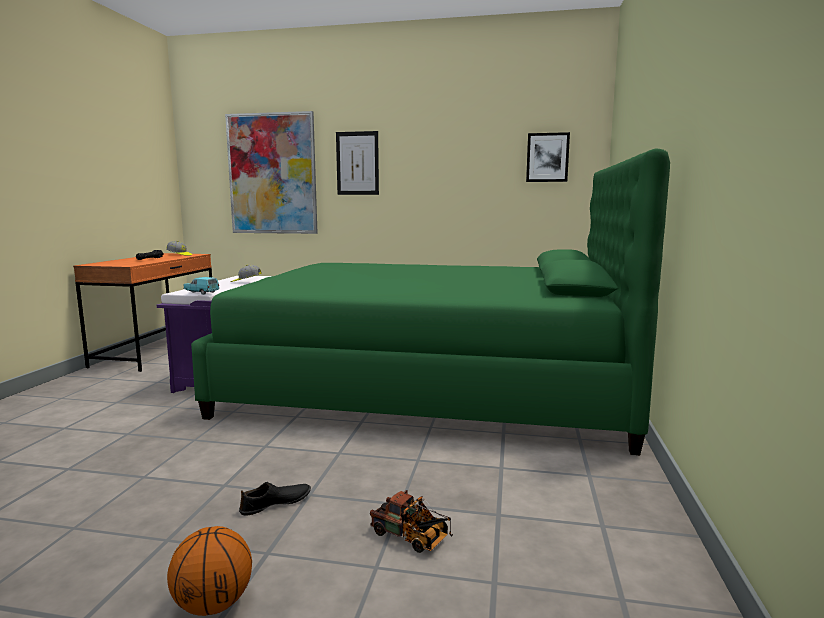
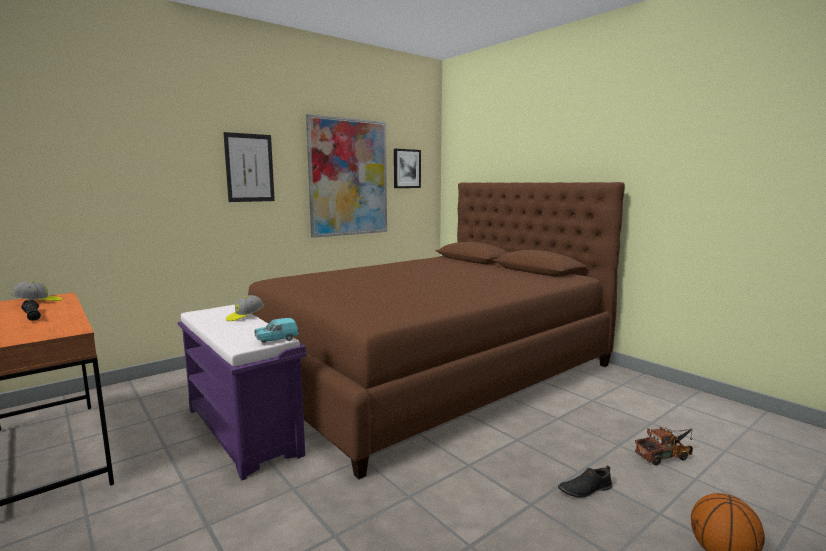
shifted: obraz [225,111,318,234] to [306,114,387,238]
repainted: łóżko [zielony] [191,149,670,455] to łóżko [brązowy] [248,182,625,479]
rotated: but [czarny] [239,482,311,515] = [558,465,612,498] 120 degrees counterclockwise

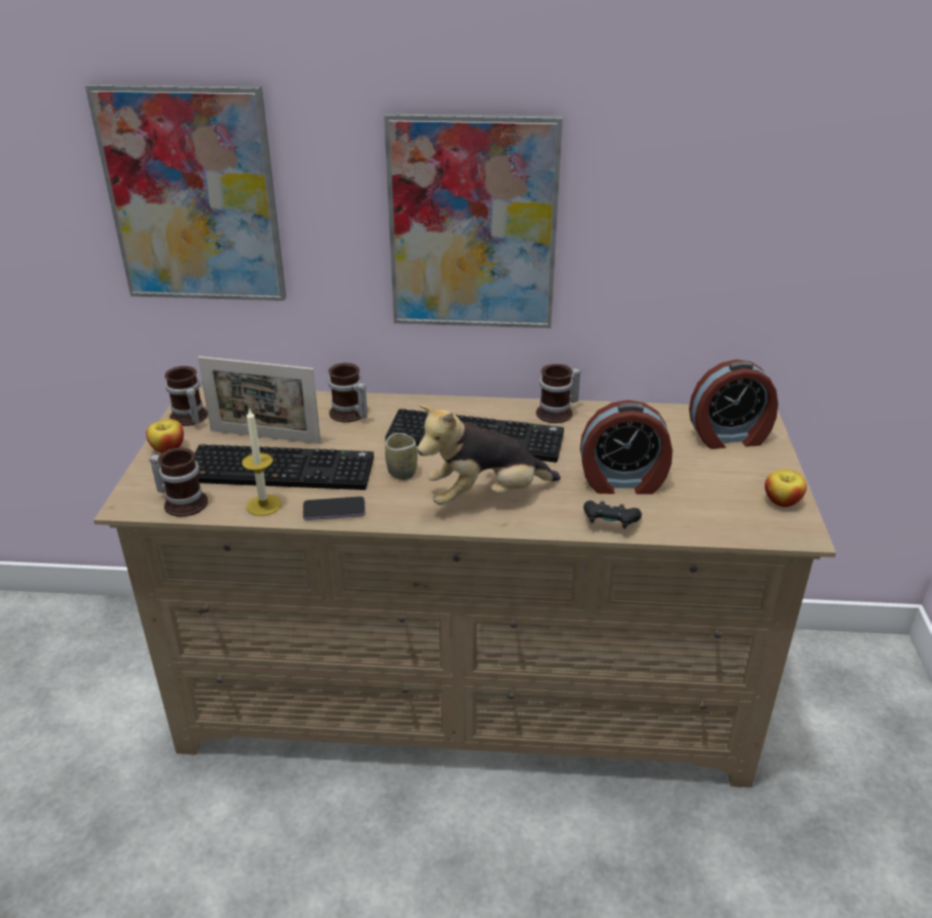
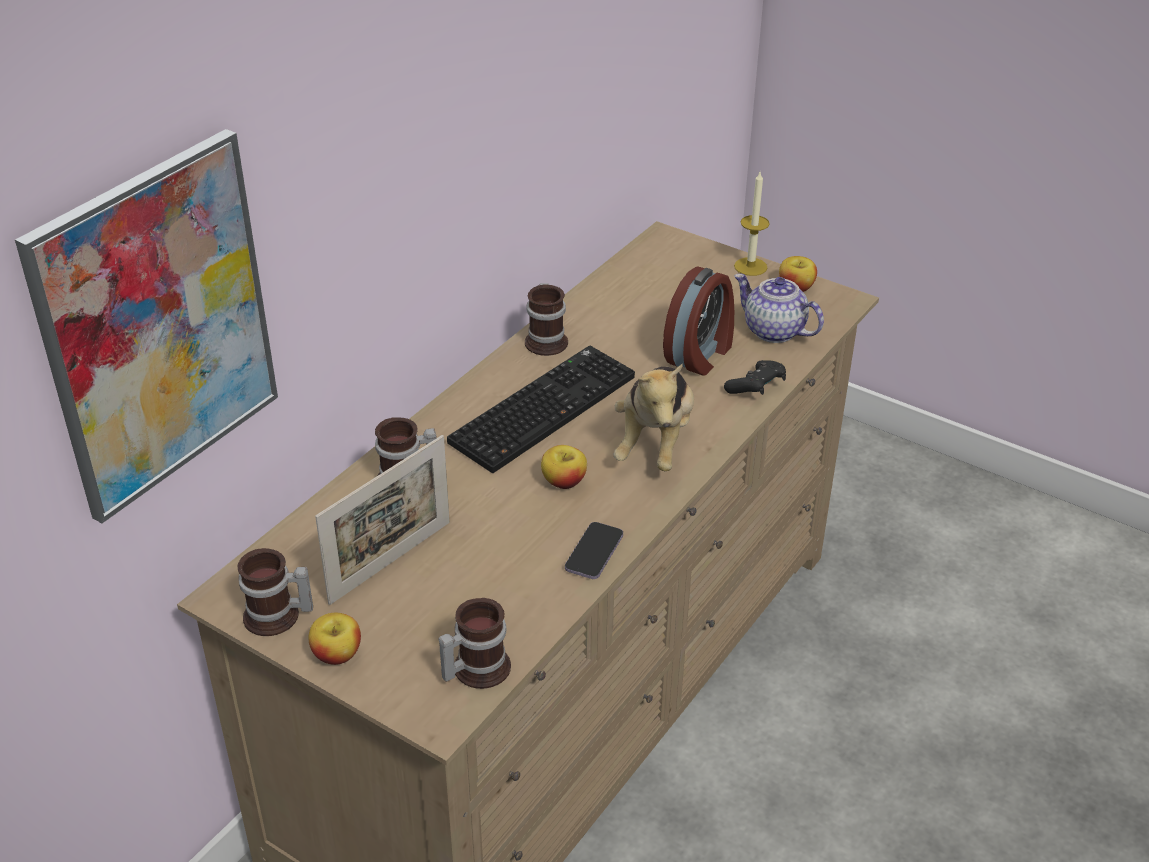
gone: klawiatura [195,444,374,490]; obraz [384,113,563,328]; budzik [689,359,778,449]
new: imbryk [734,274,824,343]
shifted: świeca [242,407,282,516] to [734,172,770,276]
swapped: filiżanka [385,433,418,480] to jabłko [541,445,587,489]

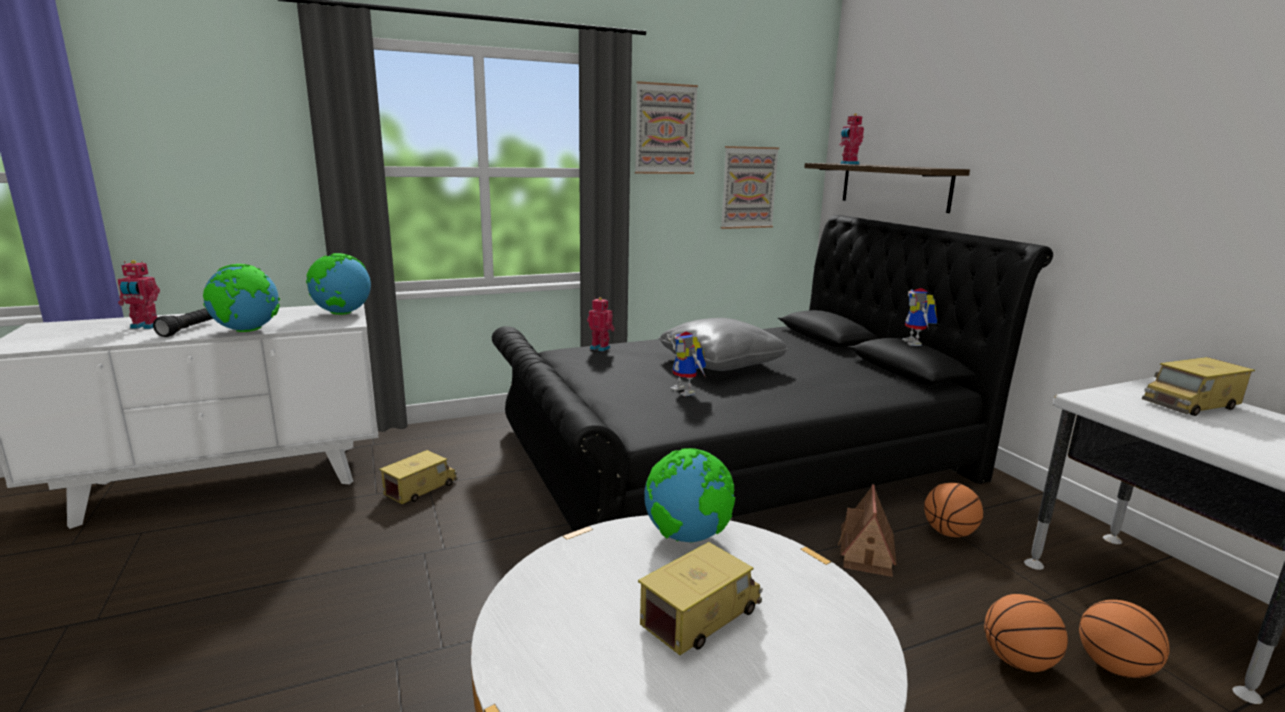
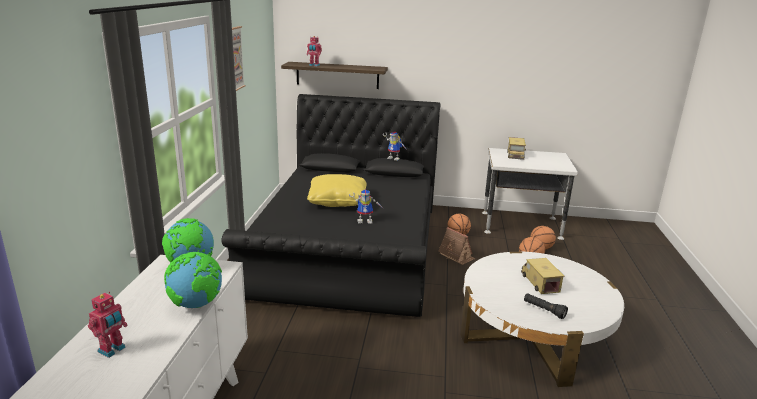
gone: ciężarówka zabawkowa [379,450,458,504]; robot zabawkowy [587,297,615,352]; globus [644,448,735,542]; obraz [721,146,779,229]
shifted: latarka [czarny] [153,308,213,337] to [524,293,568,319]
repainted: poduszka [szary] [658,318,788,371] to poduszka [żółty] [307,174,366,207]

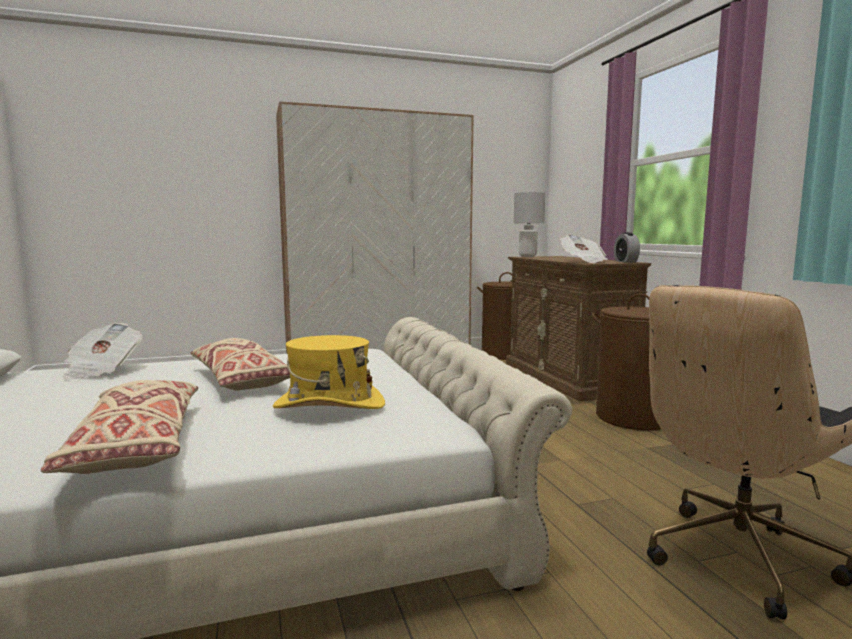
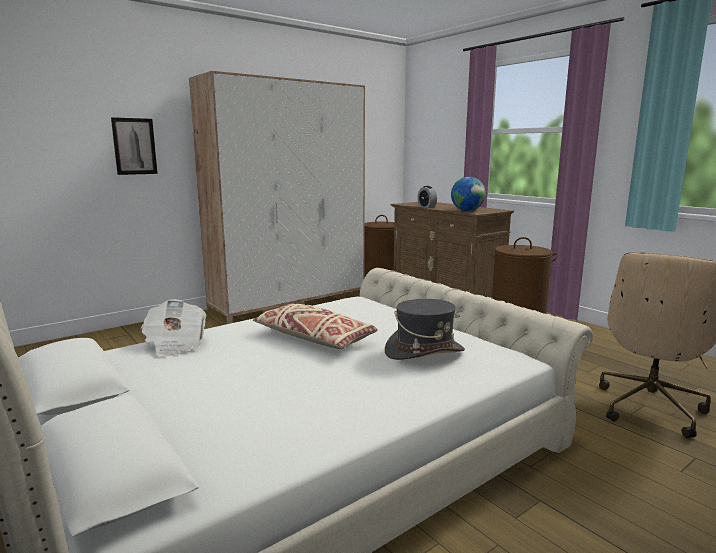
gone: poduszka [beżowy] [41,380,198,474]; lampa stołowa [szary] [514,192,545,257]
new: obraz [111,117,158,175]
shifted: budzik [614,232,640,263] to [417,186,437,208]
swapped: gazeta [560,235,607,263] to globus [451,177,486,211]
repainted: kapelusz [żółty] [273,335,385,409] to kapelusz [szary] [385,299,465,360]

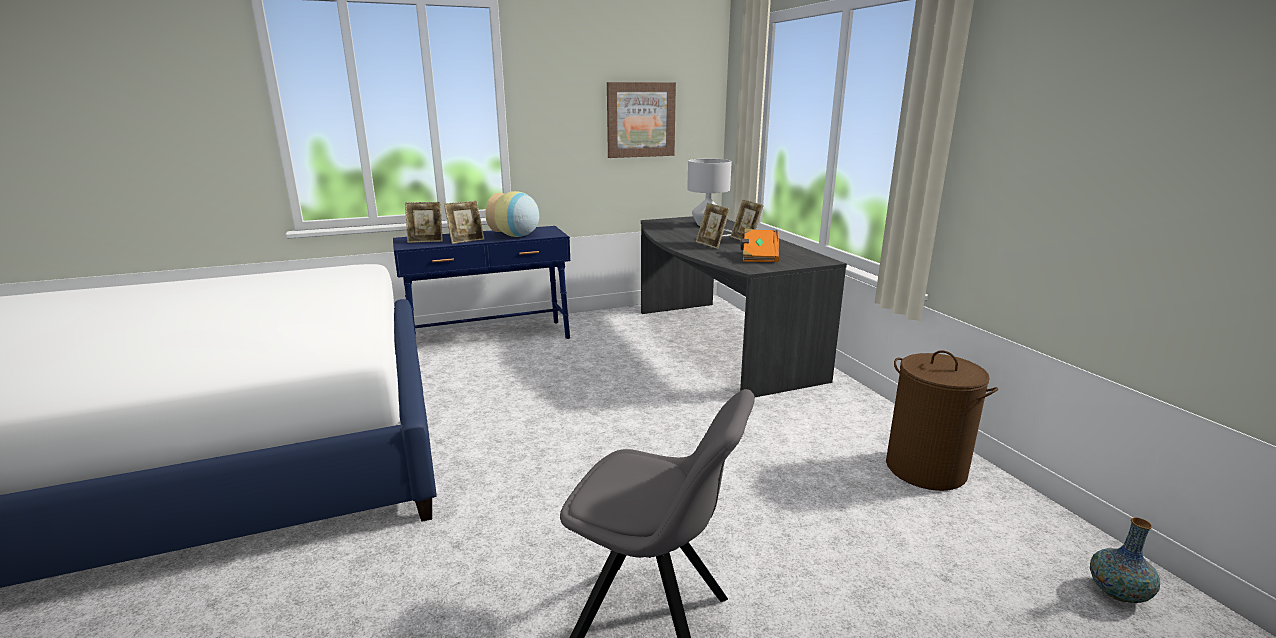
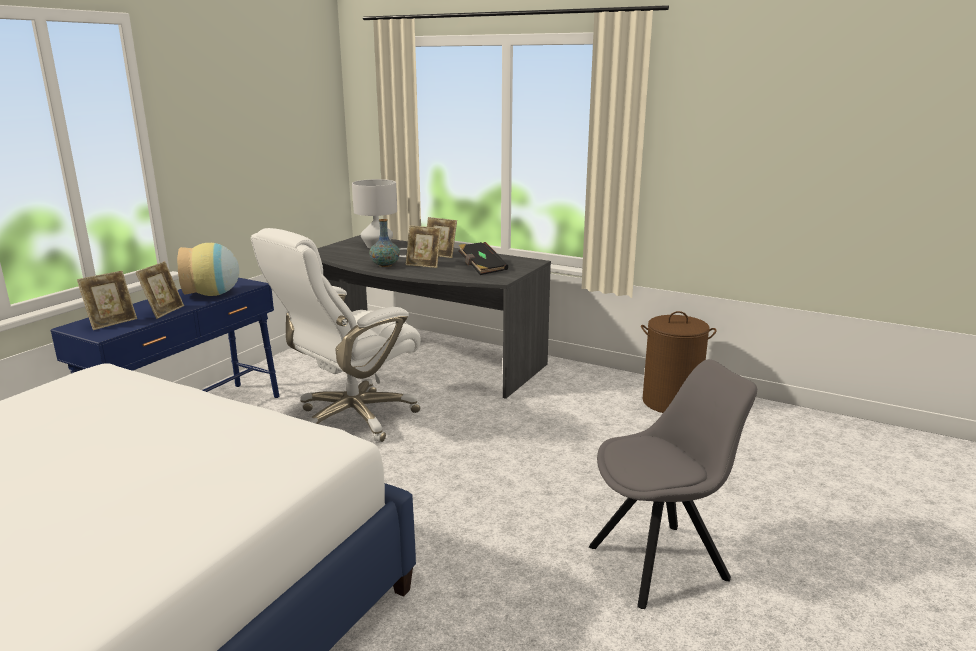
gone: obraz [607,82,676,158]
new: krzesło biurowe [biały] [251,228,421,442]
shifted: wazon [1090,517,1160,603] to [369,219,400,267]
repainted: książka [pomarańczowy] [741,228,779,262] to książka [czarny] [459,242,508,275]

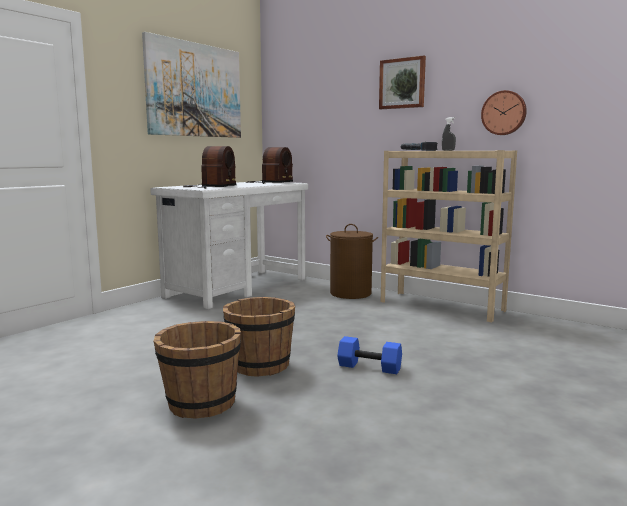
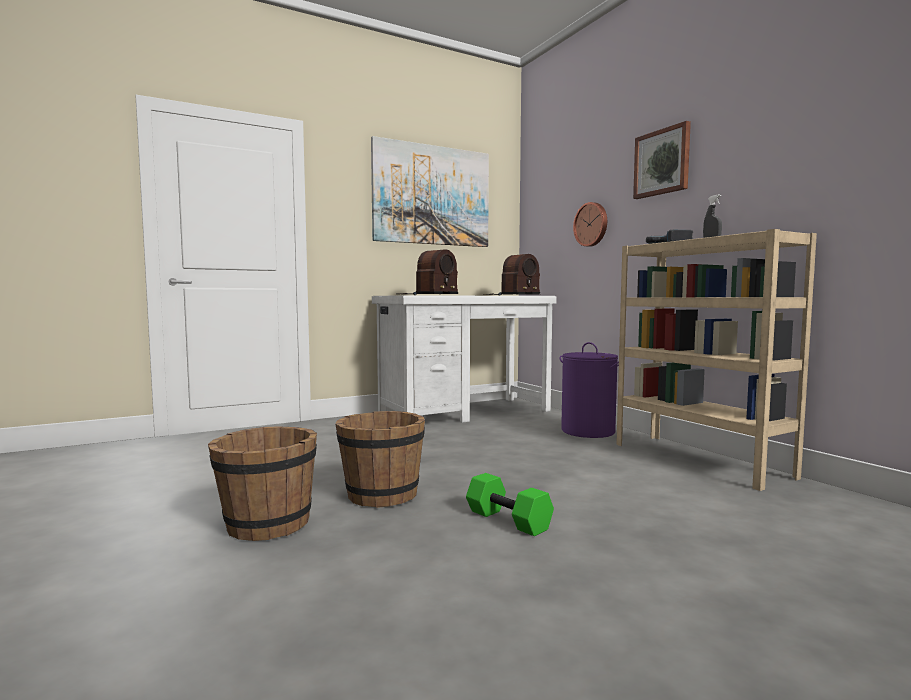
shifted: zegar ścienny [481,90,527,135] to [573,202,607,247]
repainted: kosz na pranie [brązowy] [326,224,378,299] to kosz na pranie [fioletowy] [560,342,619,438]; hantel [niebieski] [337,336,402,374] to hantel [zielony] [466,473,554,536]

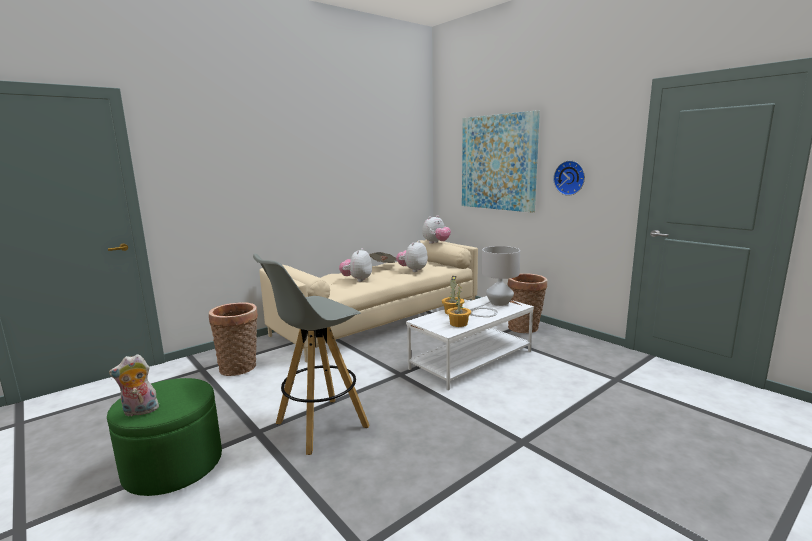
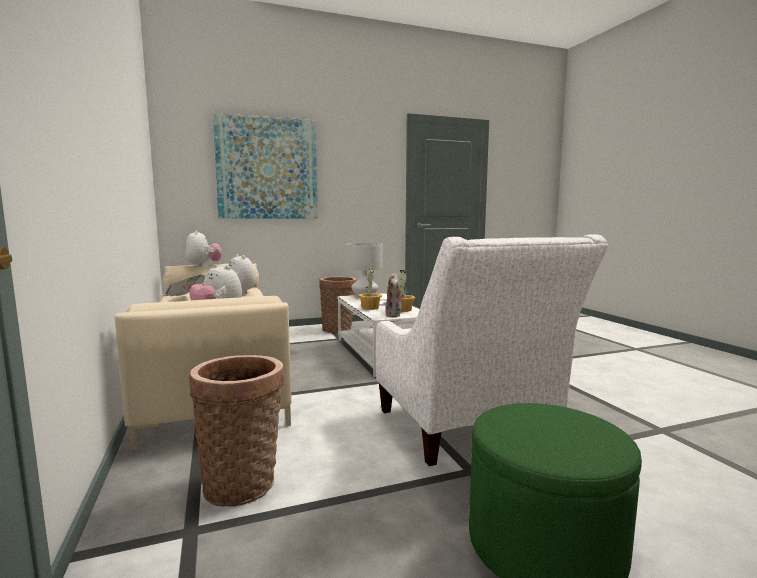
gone: zegar ścienny [553,160,585,195]
shifted: pluszak [109,354,159,416] to [385,273,405,317]
swapped: stołek [szary] [253,254,369,455] to fotel [biały] [376,234,608,466]

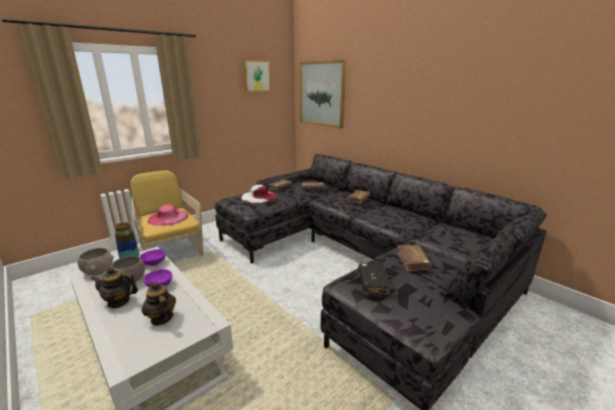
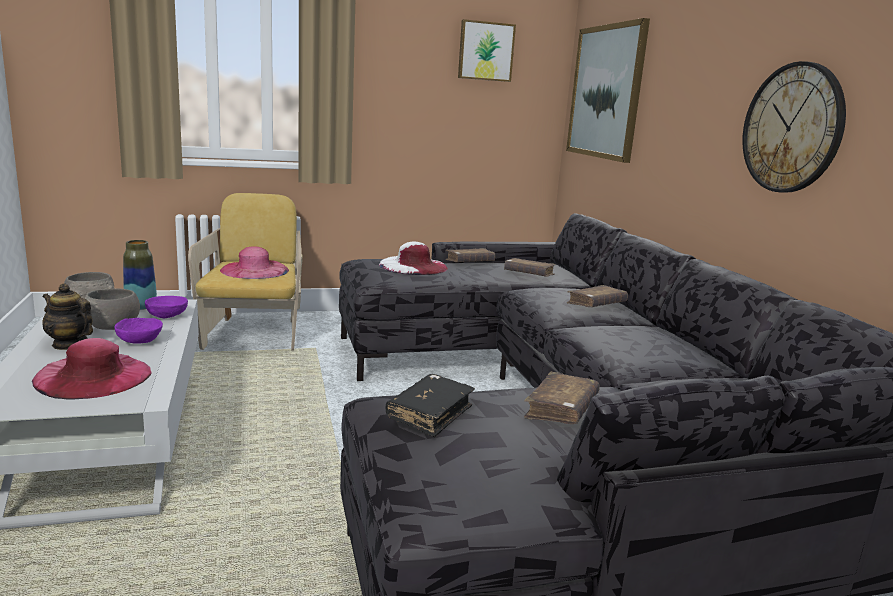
new: zegar ścienny [742,61,846,193]
swapped: imbryk [142,282,176,325] to kapelusz [różowy] [32,338,152,400]

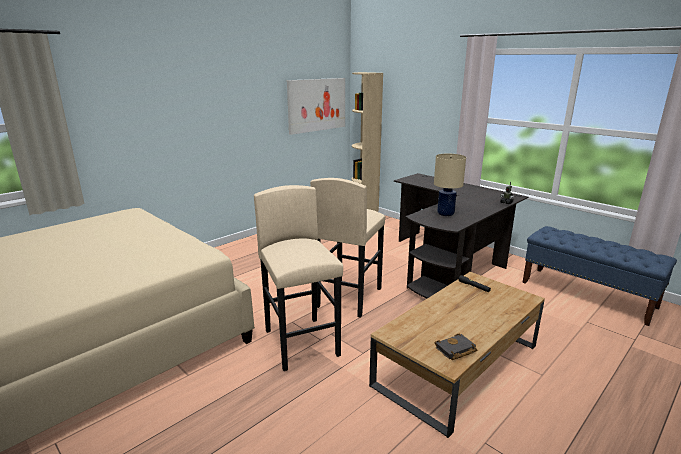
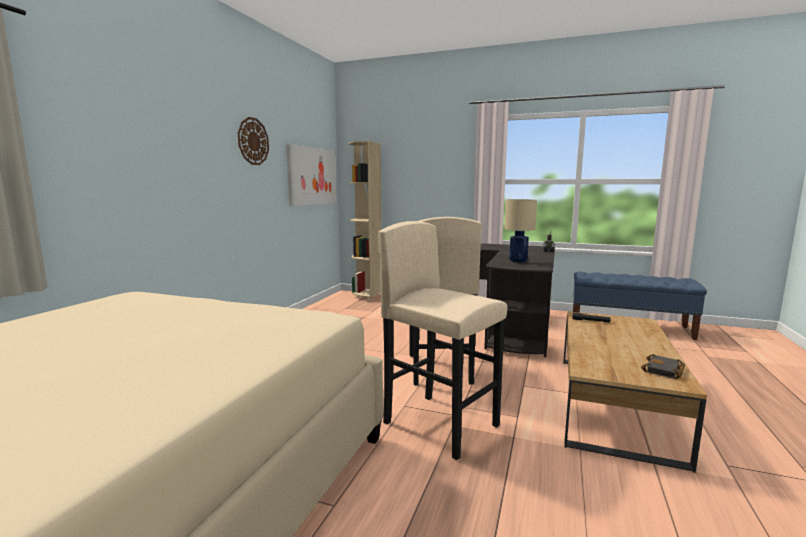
new: zegar ścienny [238,117,269,165]

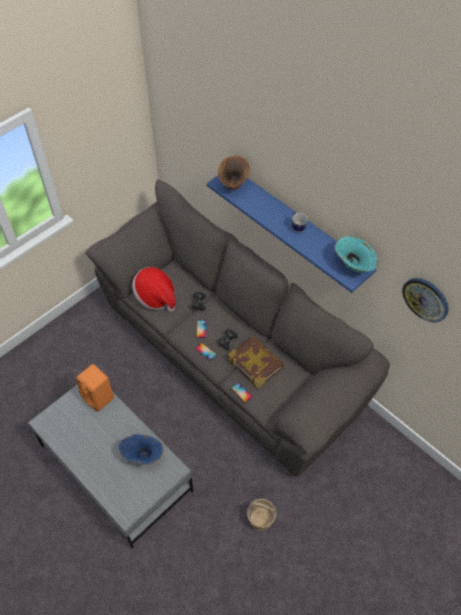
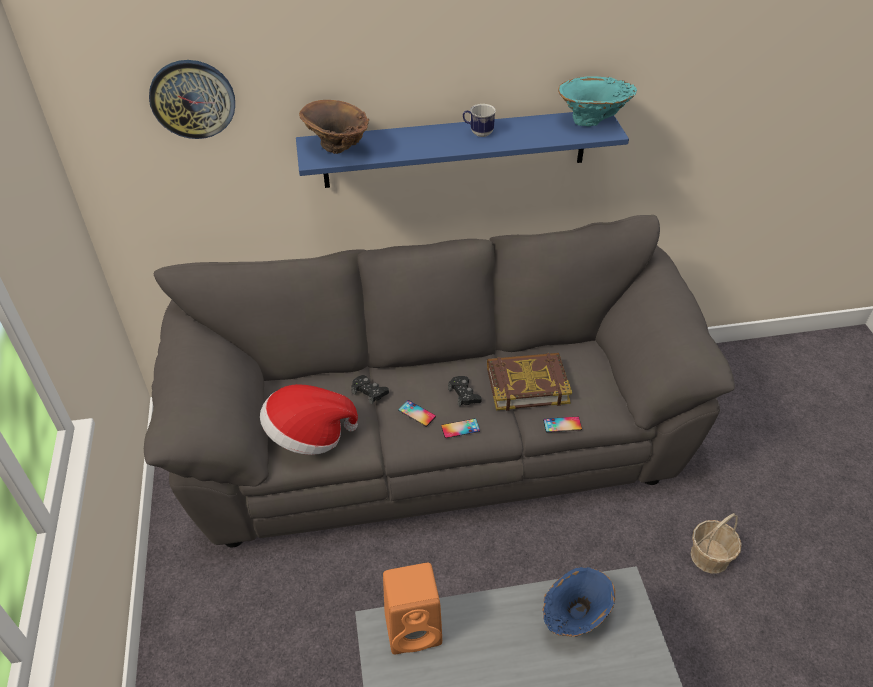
shifted: zegar ścienny [402,278,448,322] to [149,60,235,139]

